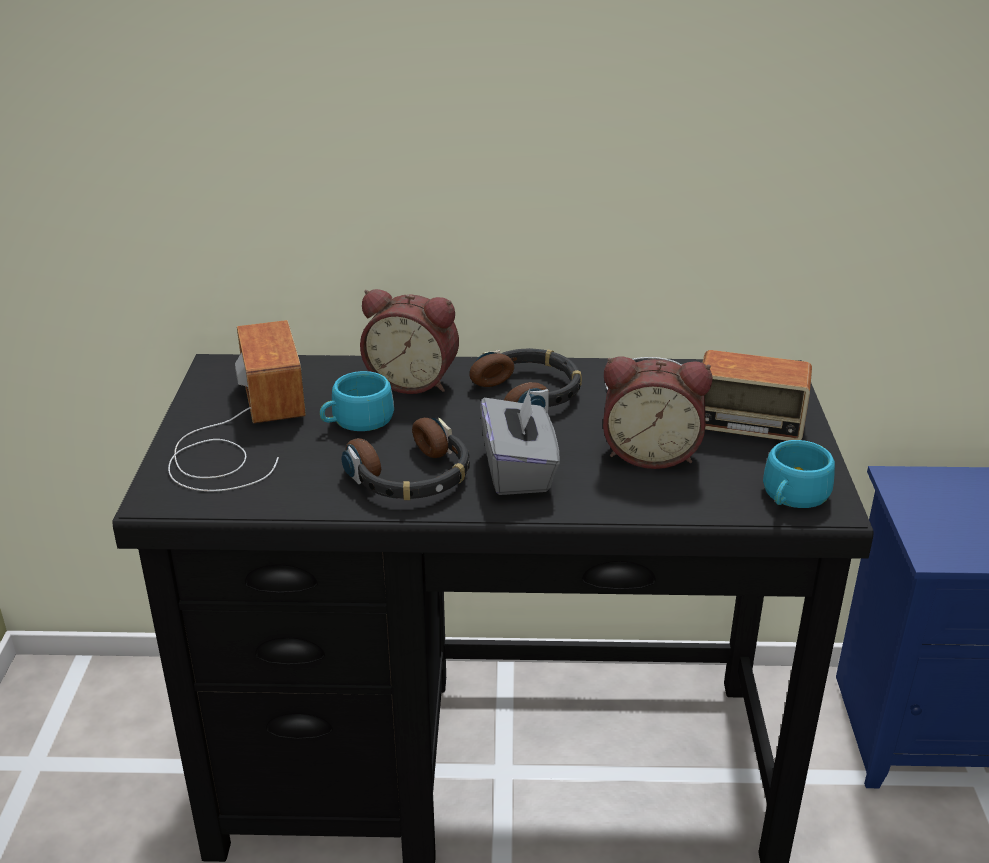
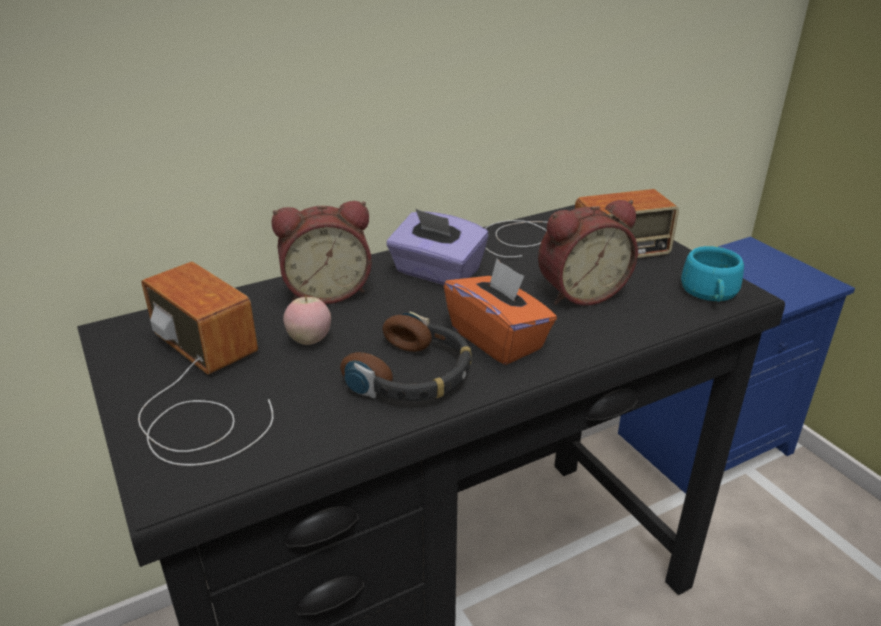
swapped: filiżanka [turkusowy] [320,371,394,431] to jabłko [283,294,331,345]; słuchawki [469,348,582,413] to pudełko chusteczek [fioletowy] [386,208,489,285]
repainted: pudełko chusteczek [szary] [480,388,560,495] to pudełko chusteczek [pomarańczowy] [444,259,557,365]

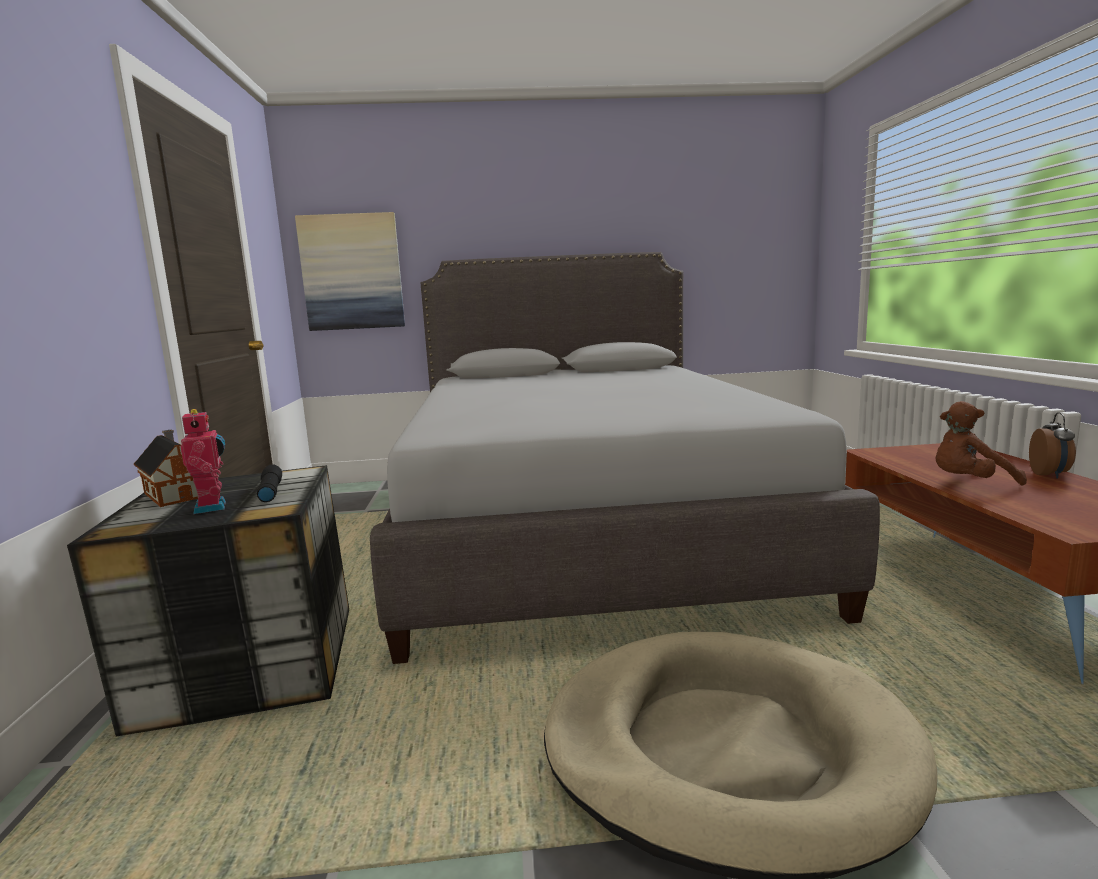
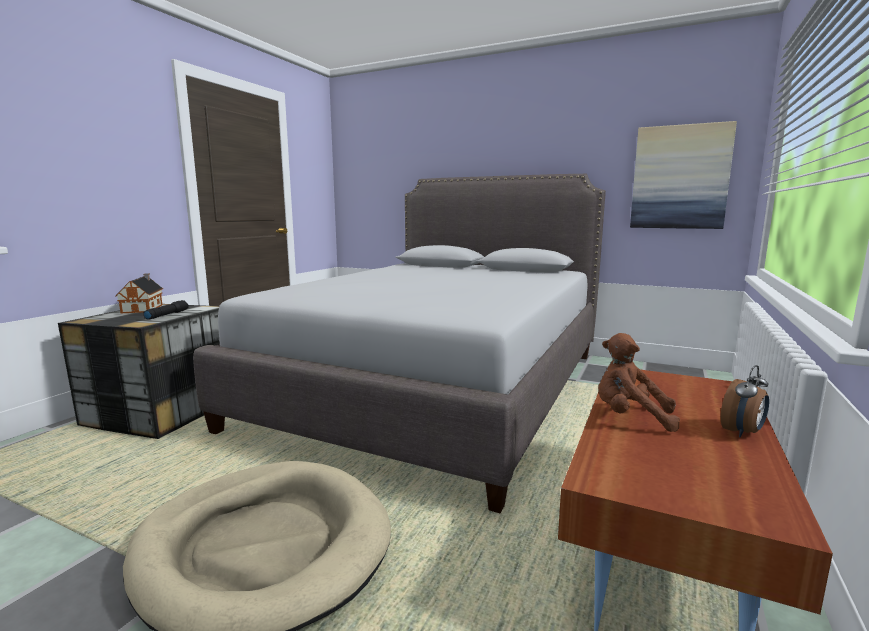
gone: robot zabawkowy [180,409,226,514]
shifted: obraz [295,212,405,331] to [630,121,737,229]

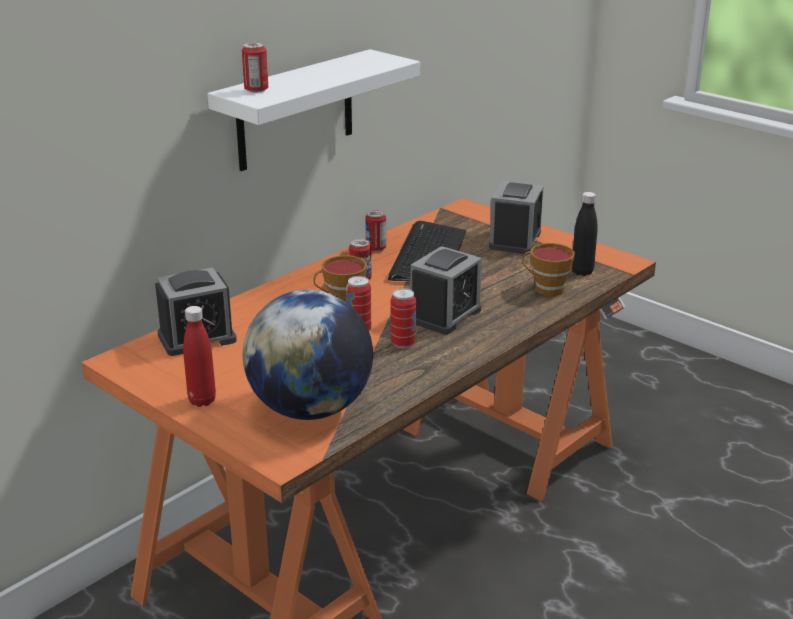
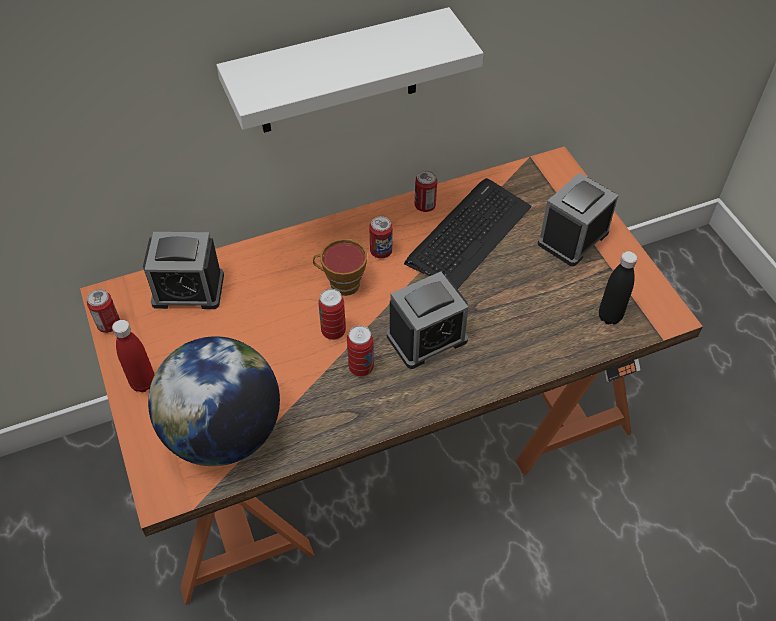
gone: filiżanka [522,243,575,296]
shifted: puszka [242,42,268,93] to [87,289,120,333]

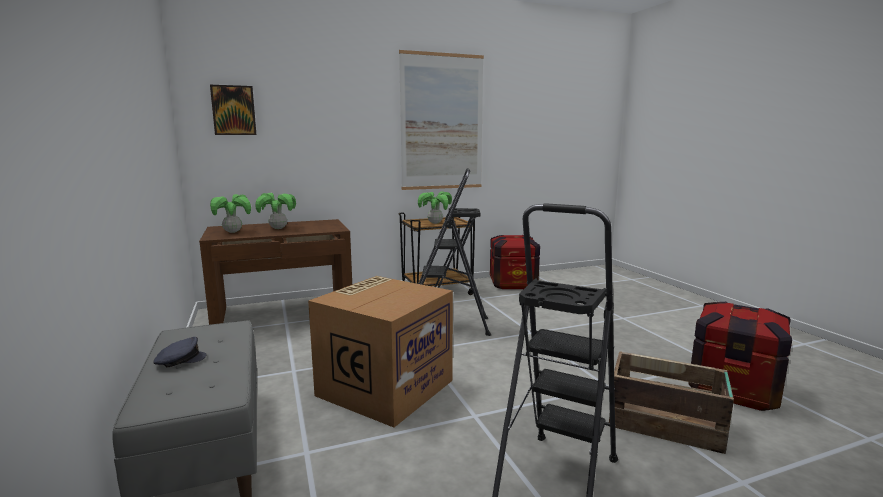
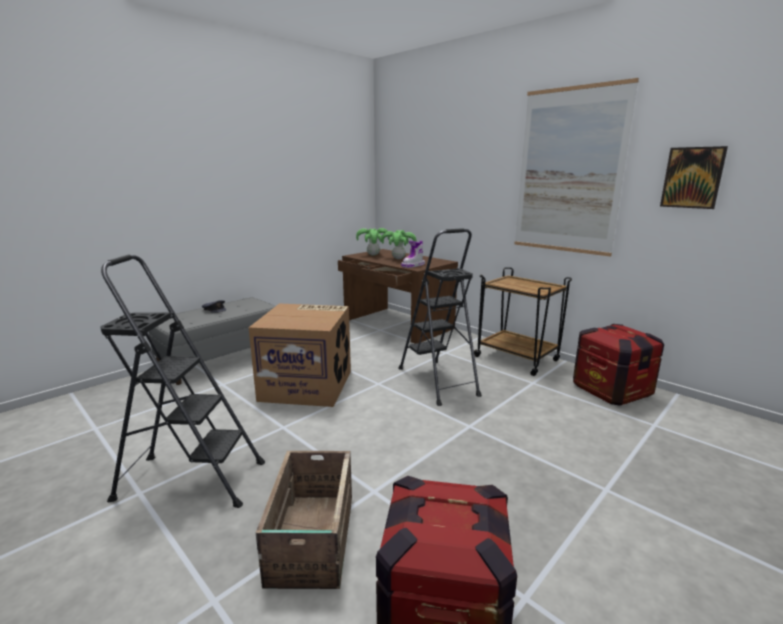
gone: roślina doniczkowa [418,192,452,224]
new: but z cholewką [401,241,425,268]
shifted: obraz [210,85,256,135] to [660,146,728,209]

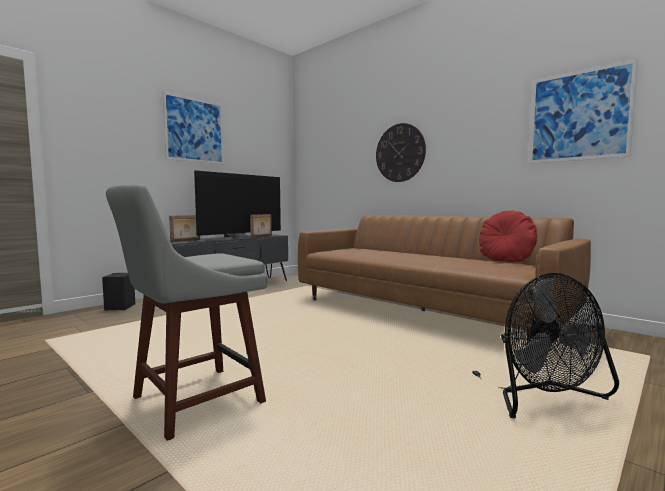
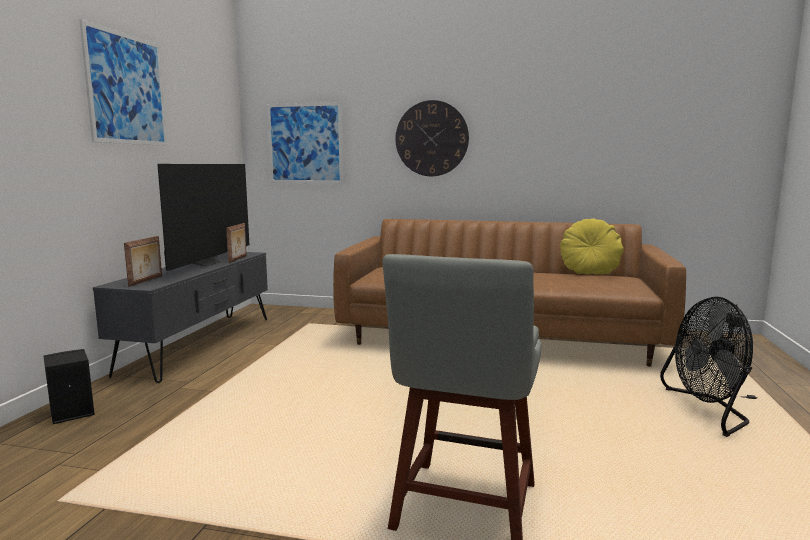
shifted: obraz [529,59,638,164] to [267,102,343,183]
repainted: poduszka [czerwony] [479,210,537,262] to poduszka [żółty] [560,219,624,275]
rotated: wentylator [czarny] [472,273,619,419] = [660,297,758,437] 135 degrees clockwise

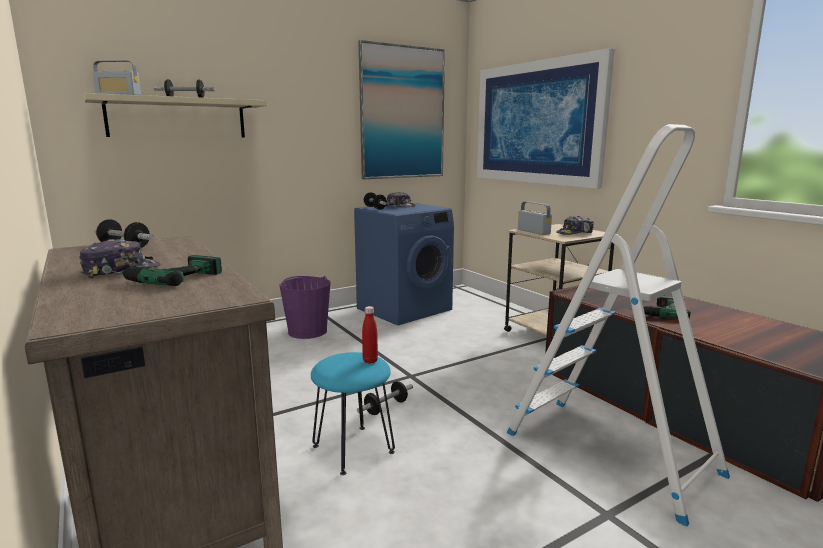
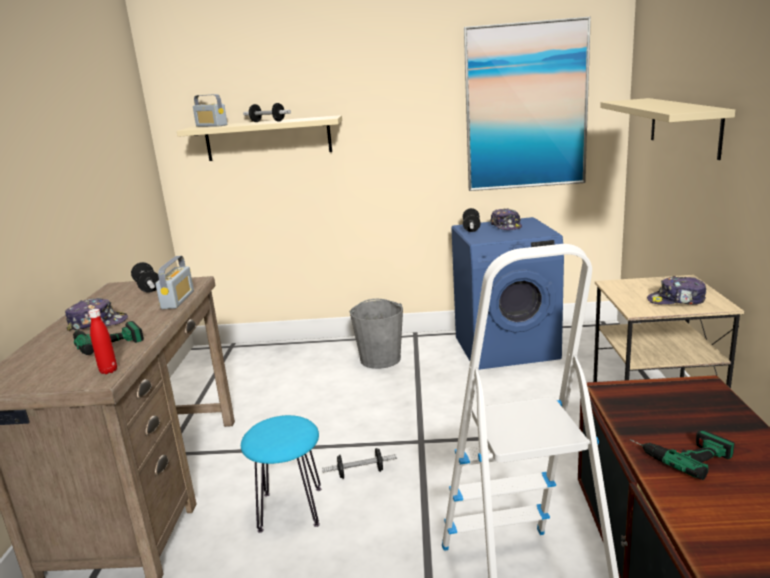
shifted: butelka [czerwony] [362,306,378,364] to [88,309,117,374]; radio [518,202,552,235] to [155,256,194,309]
swapped: obraz [477,48,615,189] to półka [beżowy] [600,98,735,160]
repainted: wiadro [fioletowy] [279,276,331,339] to wiadro [szary] [349,299,403,369]

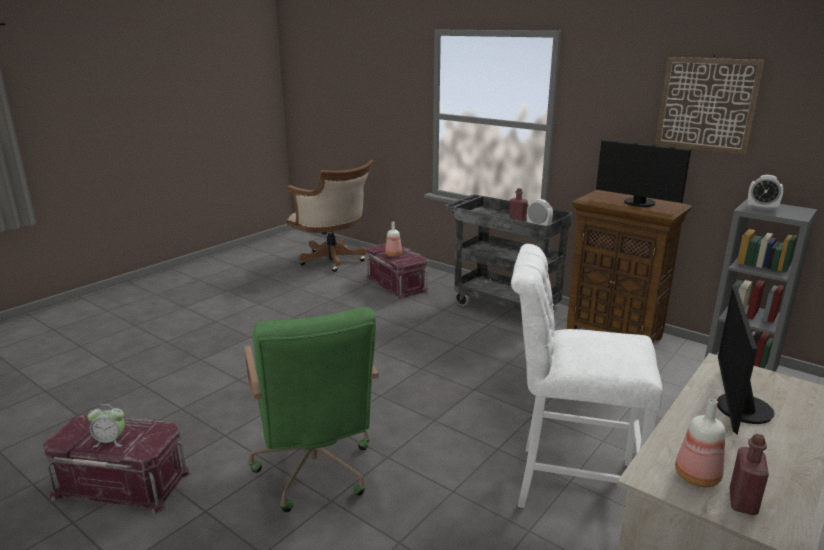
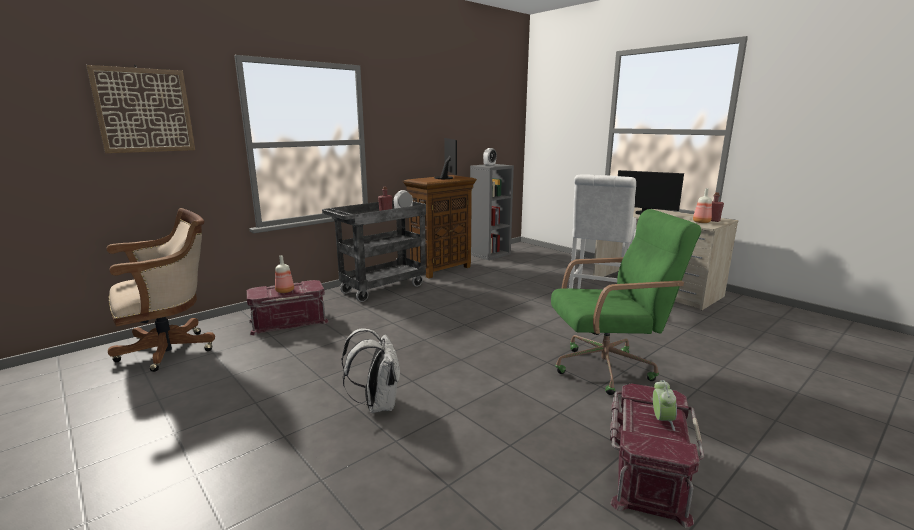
new: plecak [biały] [341,328,400,413]
shifted: obraz [655,55,765,155] to [86,65,195,153]
rotated: monitor [596,140,691,207] = [434,138,457,179] 60 degrees counterclockwise

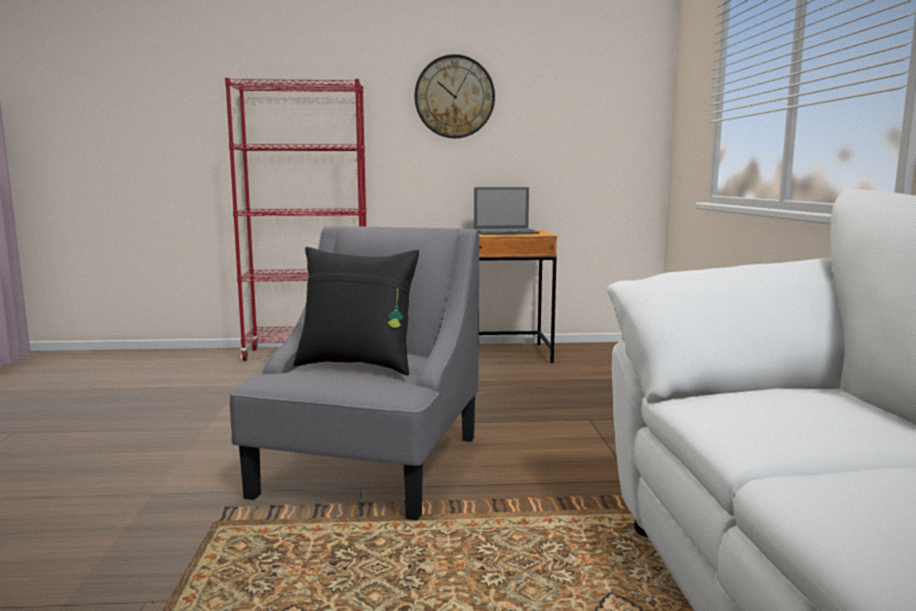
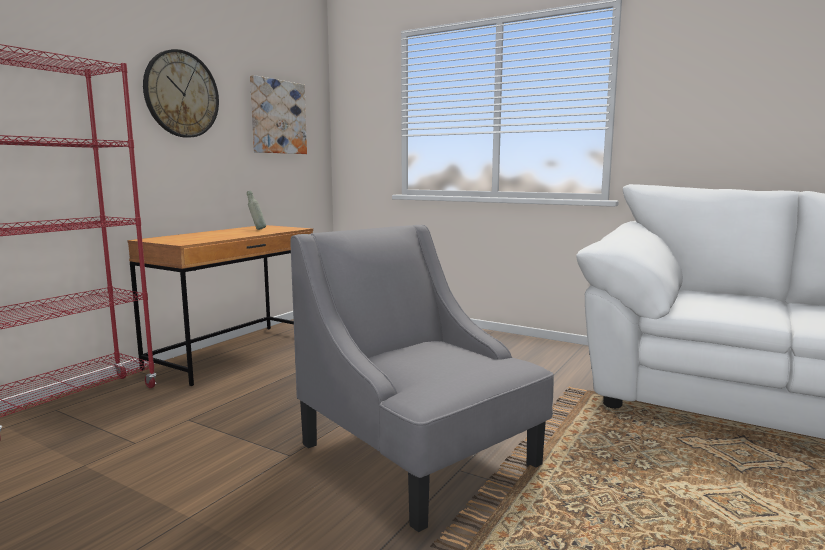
gone: poduszka [czarny] [293,247,419,375]
new: obraz [250,75,307,154]
swapped: laptop [474,187,539,235] to butelka [szary] [247,191,266,230]

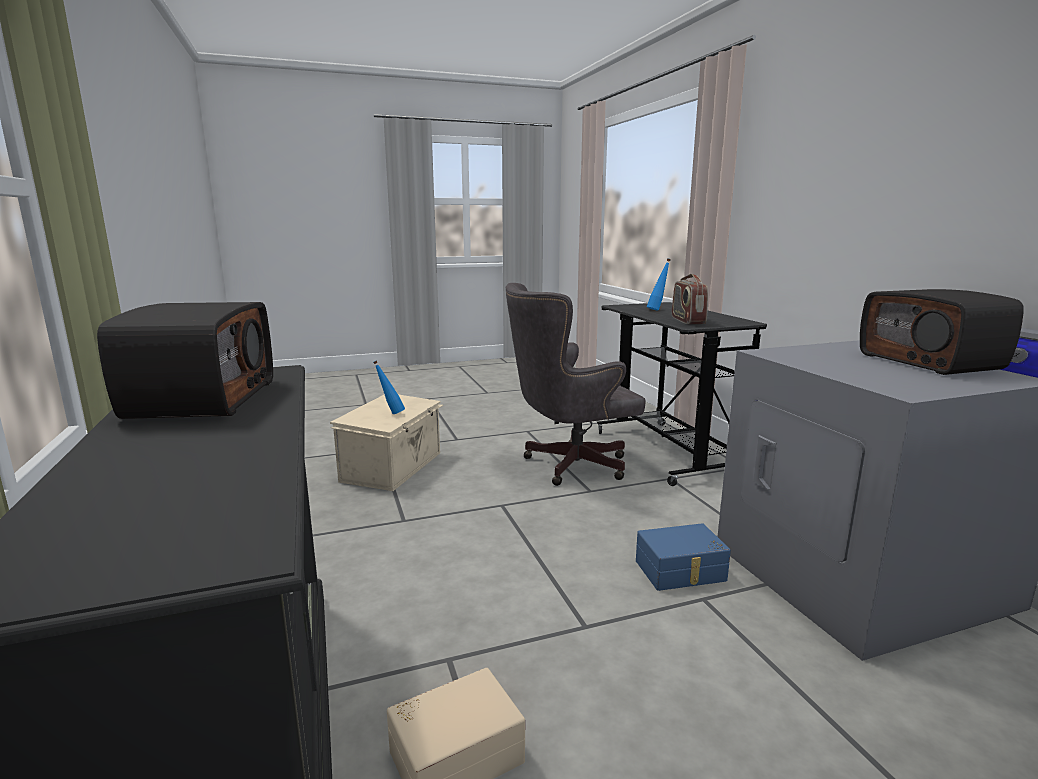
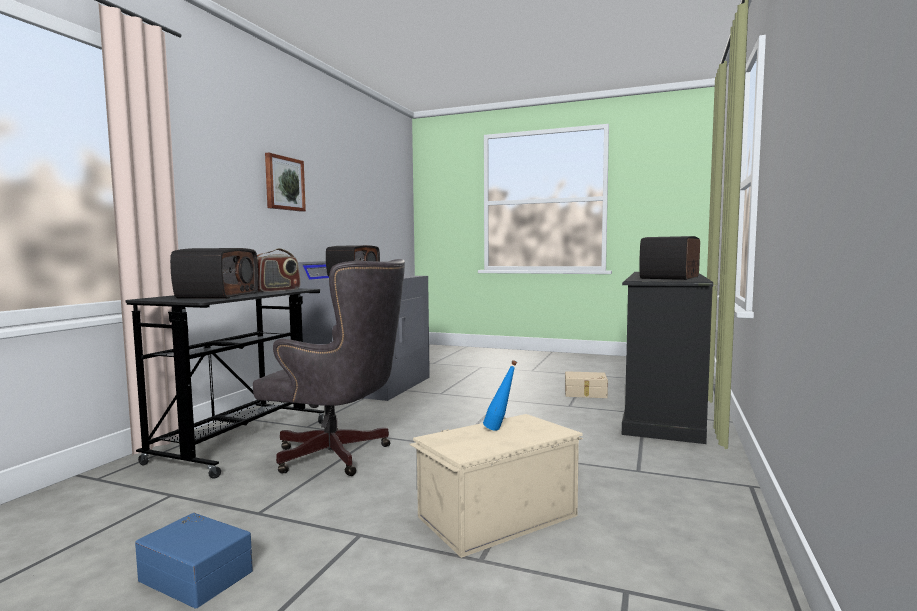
new: obraz [265,153,306,212]
shifted: pojemnik do przechowywania [niebieski] [636,523,731,591] to [135,513,253,608]
swapped: butelka [niebieski] [647,258,671,311] to radio [170,248,258,299]

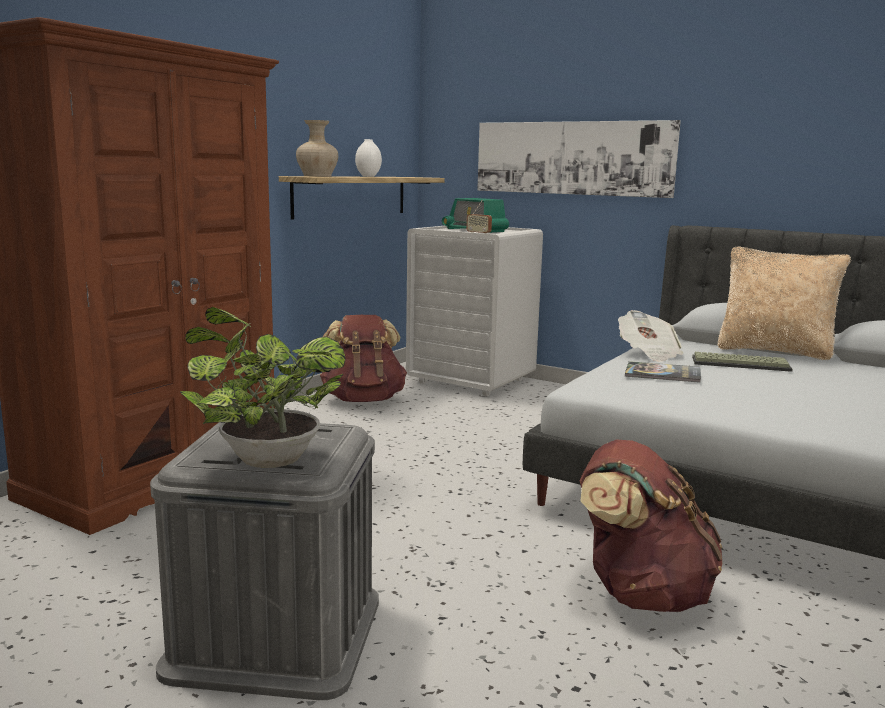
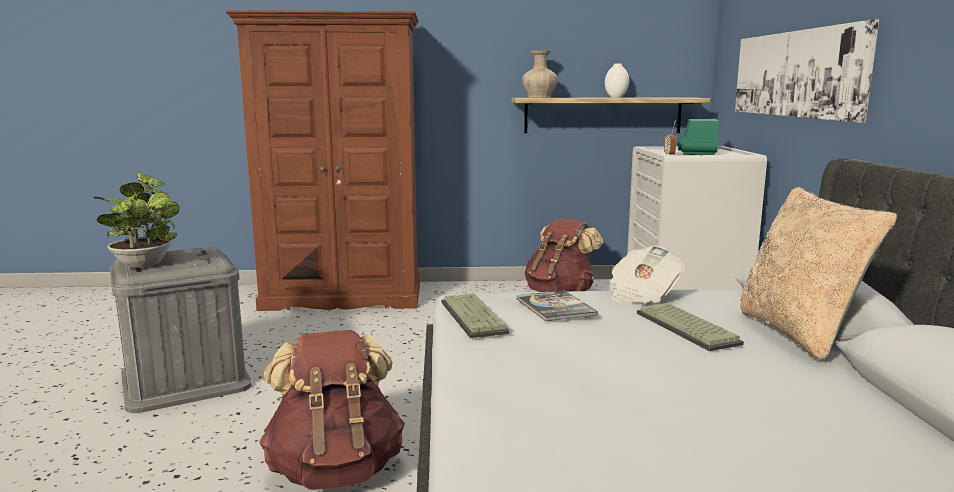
new: klawiatura [441,293,509,338]

